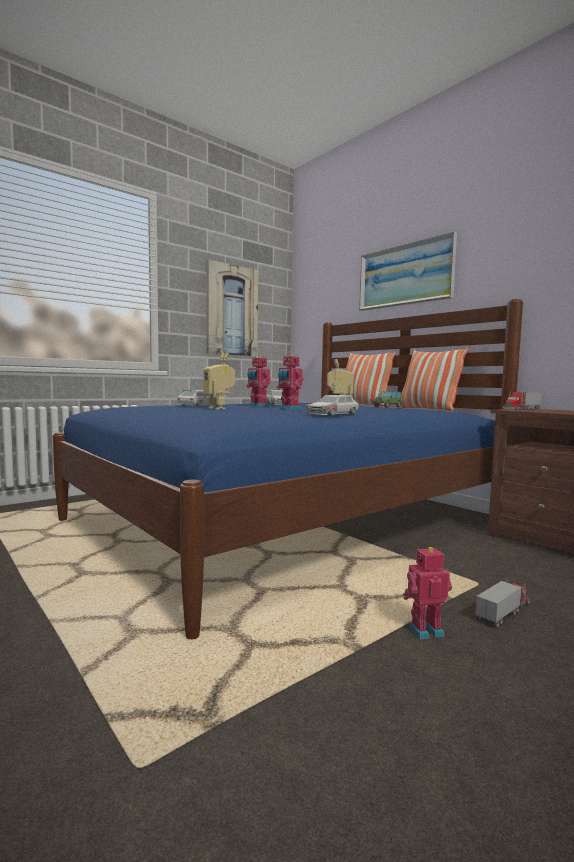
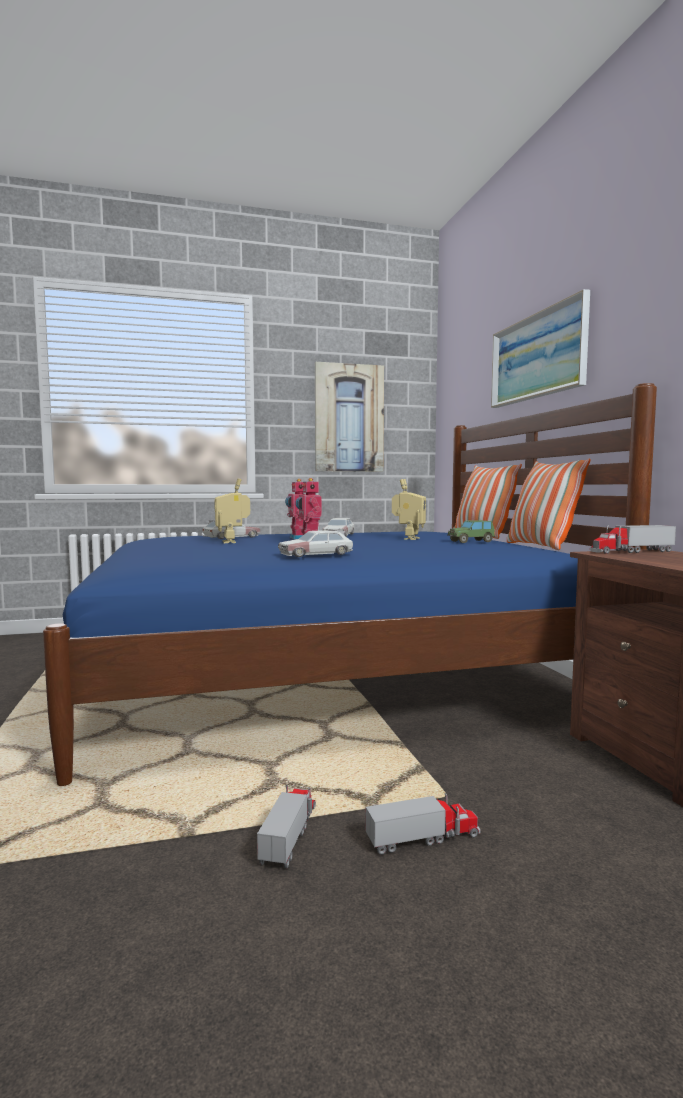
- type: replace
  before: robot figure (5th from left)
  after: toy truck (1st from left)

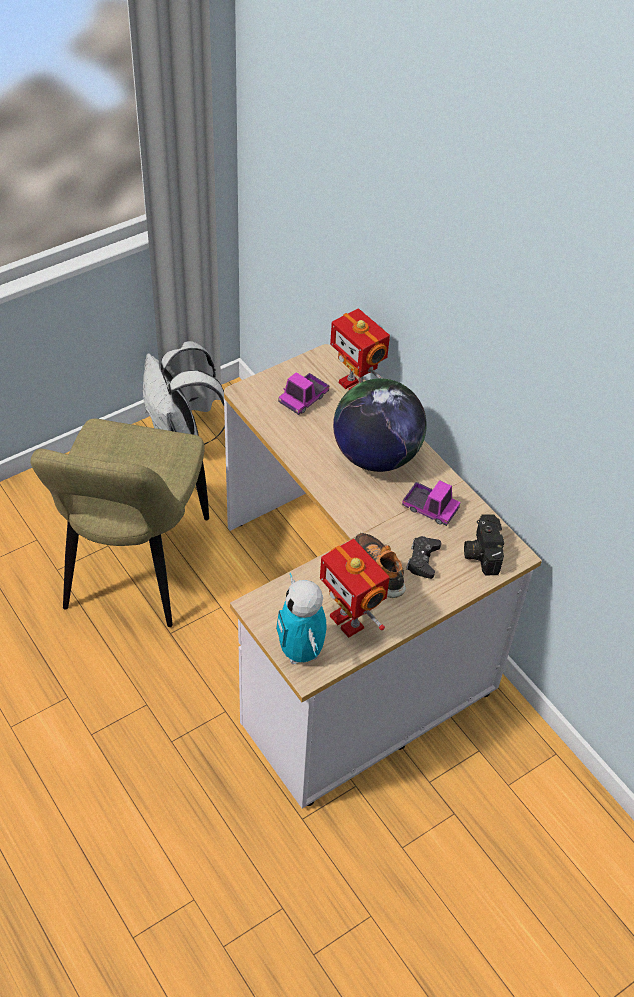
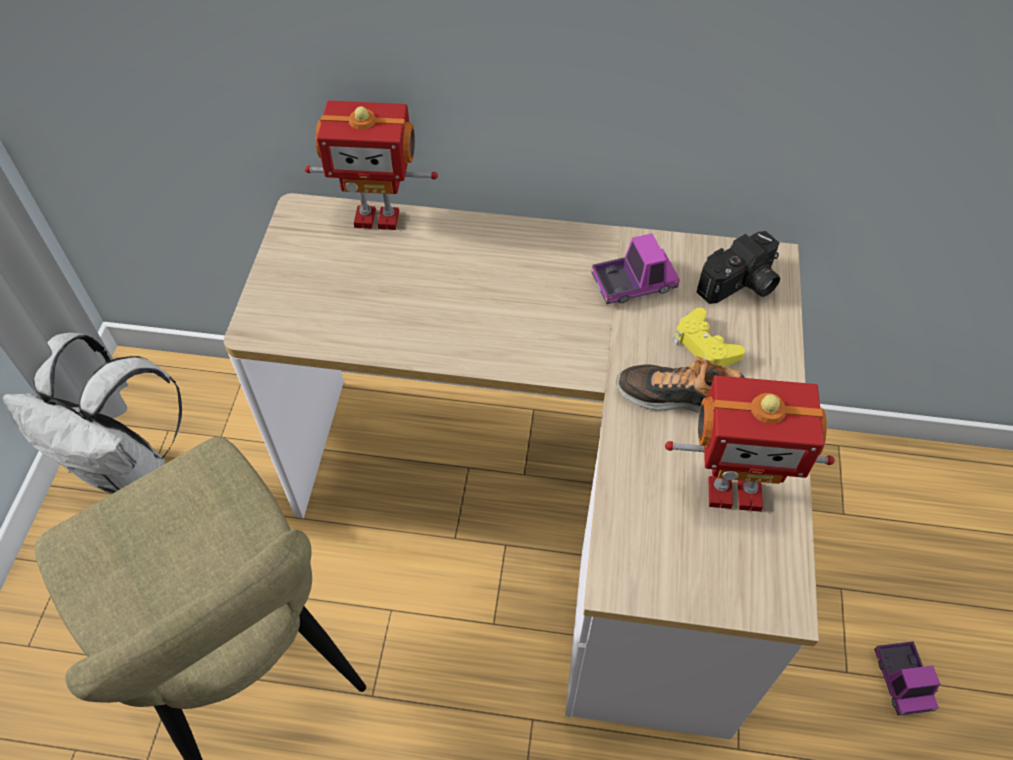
- type: recolor
  before: black gamepad
  after: yellowish gamepad
- type: rotate
  before: still camera
  turn: -75
- type: move
  before: toy truck (1st from left in the first image)
  after: toy truck (2nd from left)
- type: delete
  before: robot figure (1st from left)
- type: delete
  before: world globe

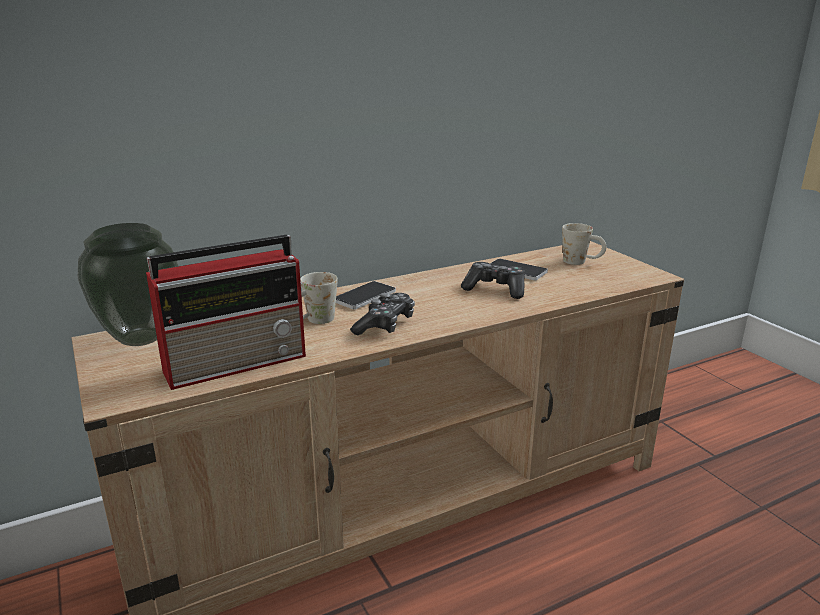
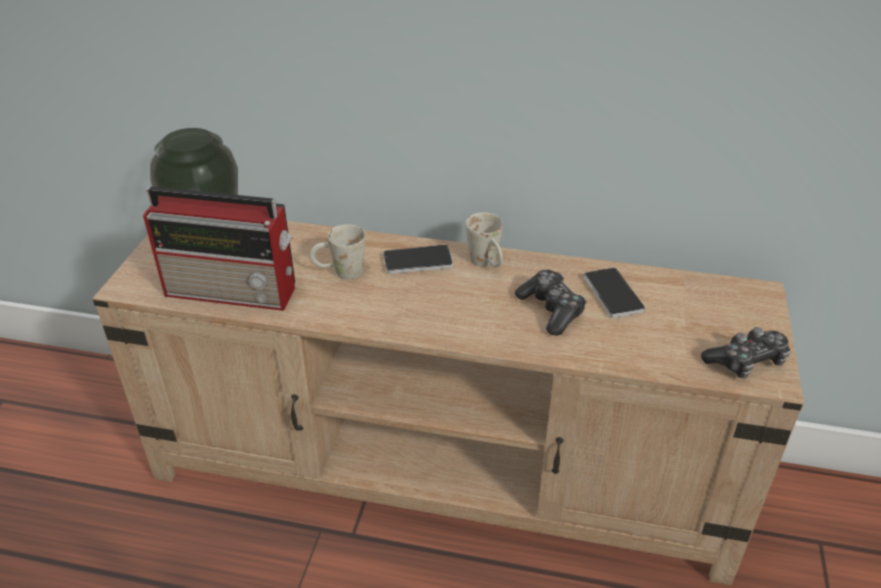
- type: move
  before: white mug (2nd from left)
- type: move
  before: gamepad (1st from left in the first image)
  after: gamepad (2nd from left)

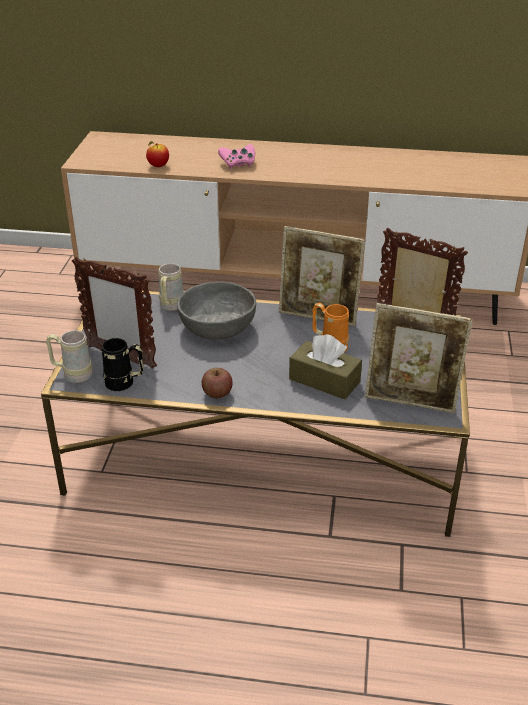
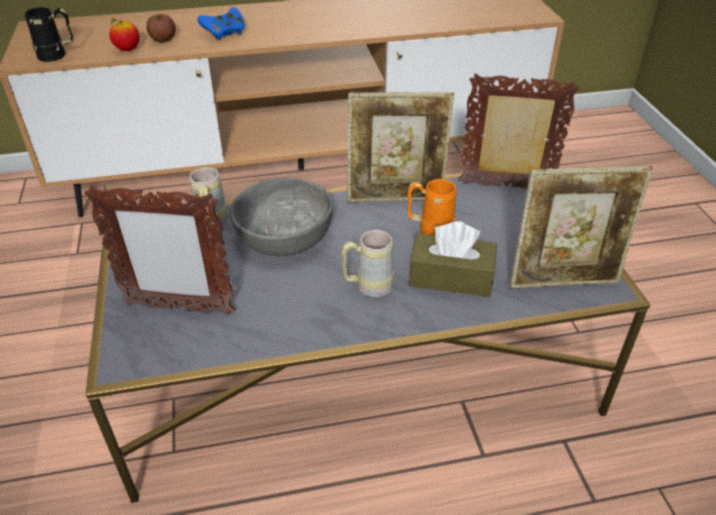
- type: move
  before: black mug
- type: move
  before: apple (2nd from left)
- type: recolor
  before: pinkish gamepad
  after: blue gamepad
- type: move
  before: beige-coloured mug (1st from left in the first image)
  after: beige-coloured mug (2nd from left)

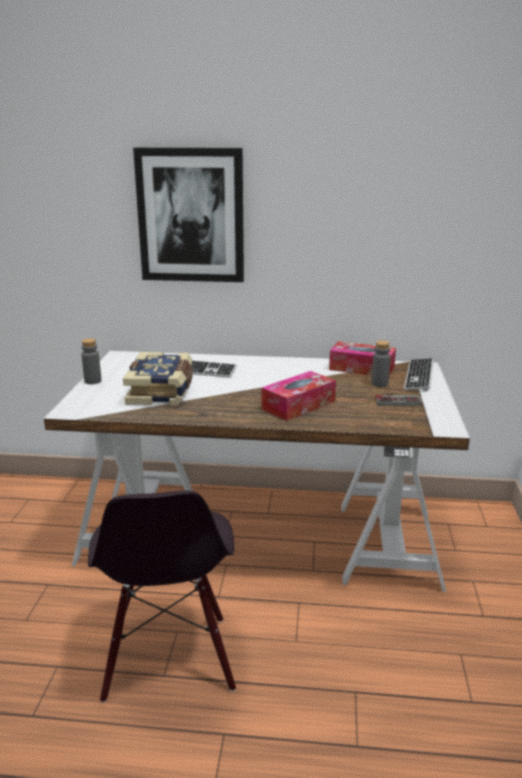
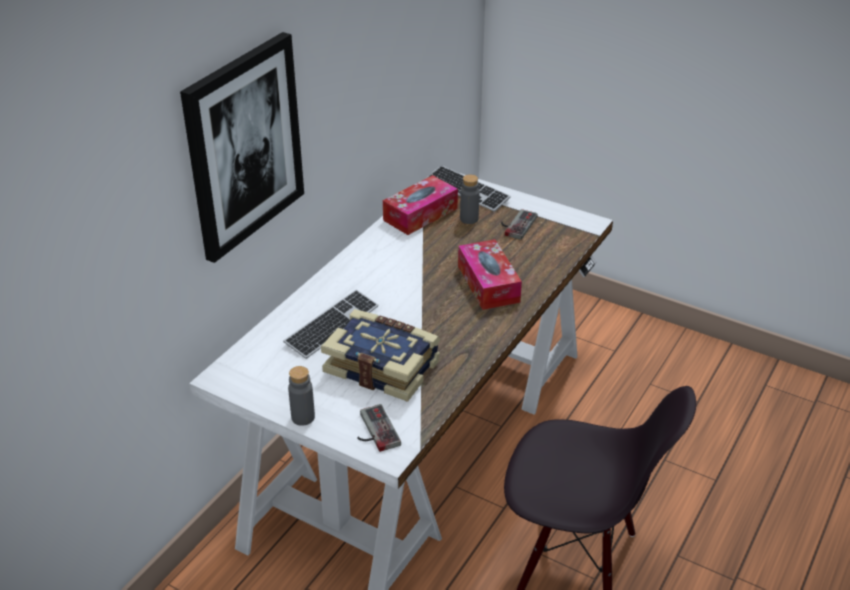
- type: insert
  after: gamepad (1st from left)

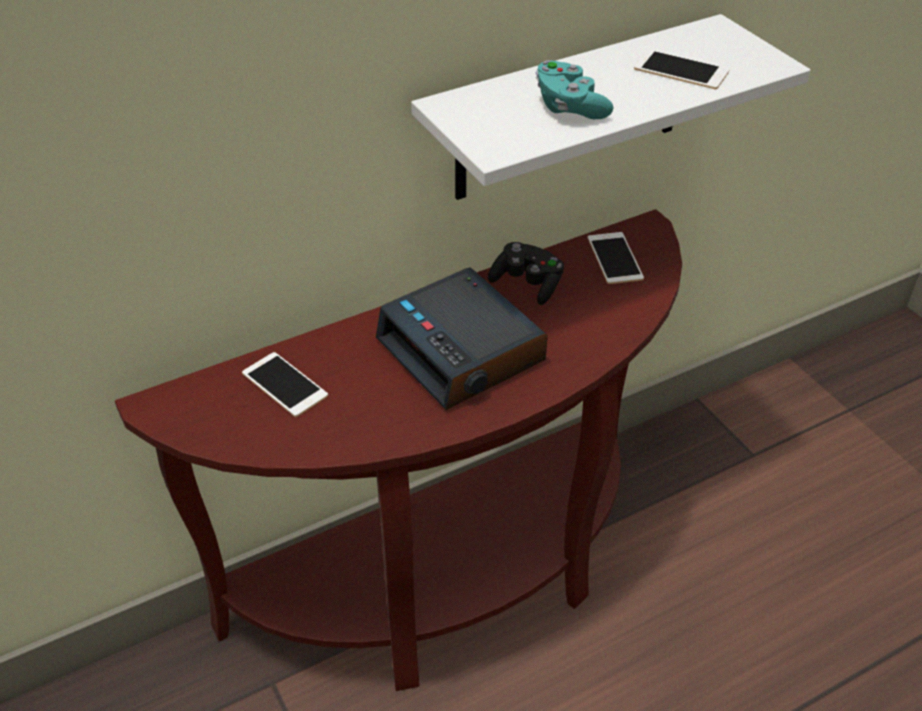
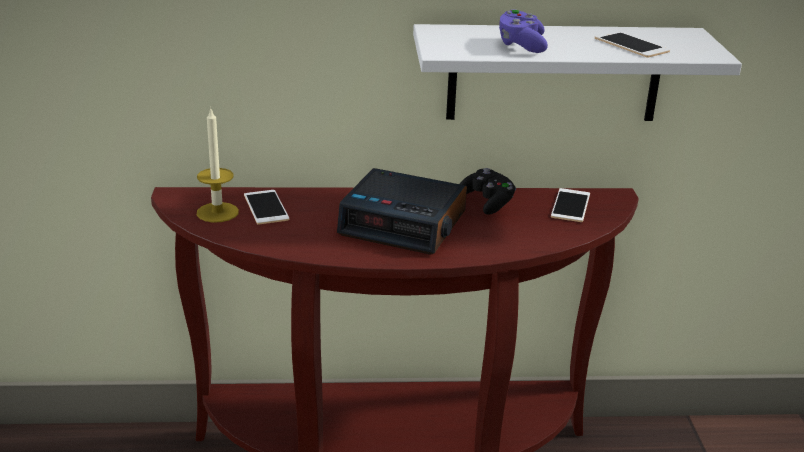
- type: insert
  after: candle
- type: rotate
  before: bedside clock
  turn: -60
- type: recolor
  before: blue-green gamepad
  after: purplish gamepad

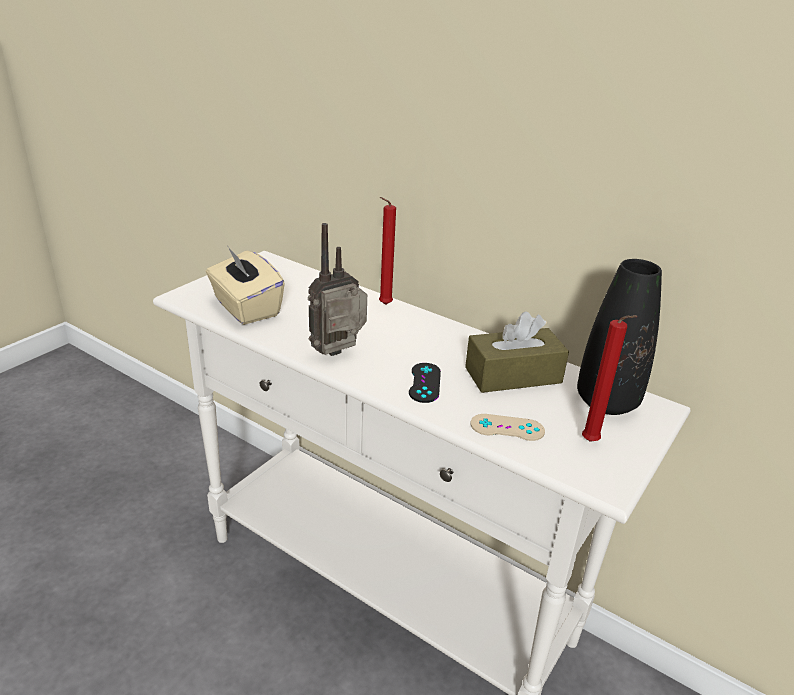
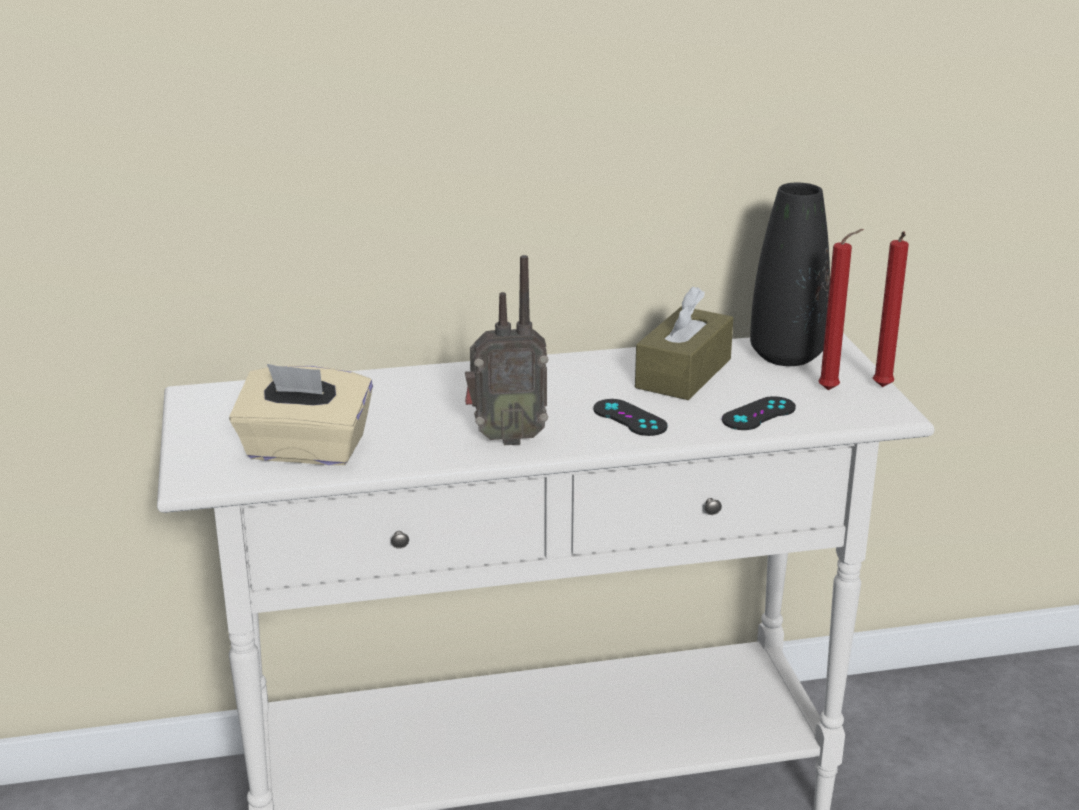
- type: rotate
  before: radio receiver
  turn: -105
- type: recolor
  before: beige-coloured gamepad
  after: black gamepad (2nd from left)
- type: move
  before: reddish candle (1st from left in the first image)
  after: reddish candle (2nd from left)

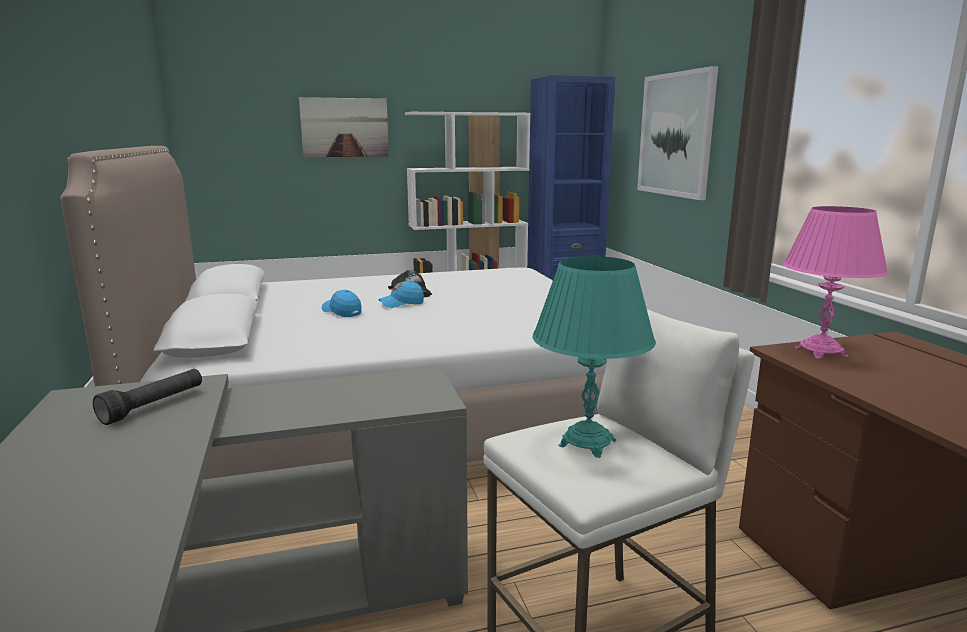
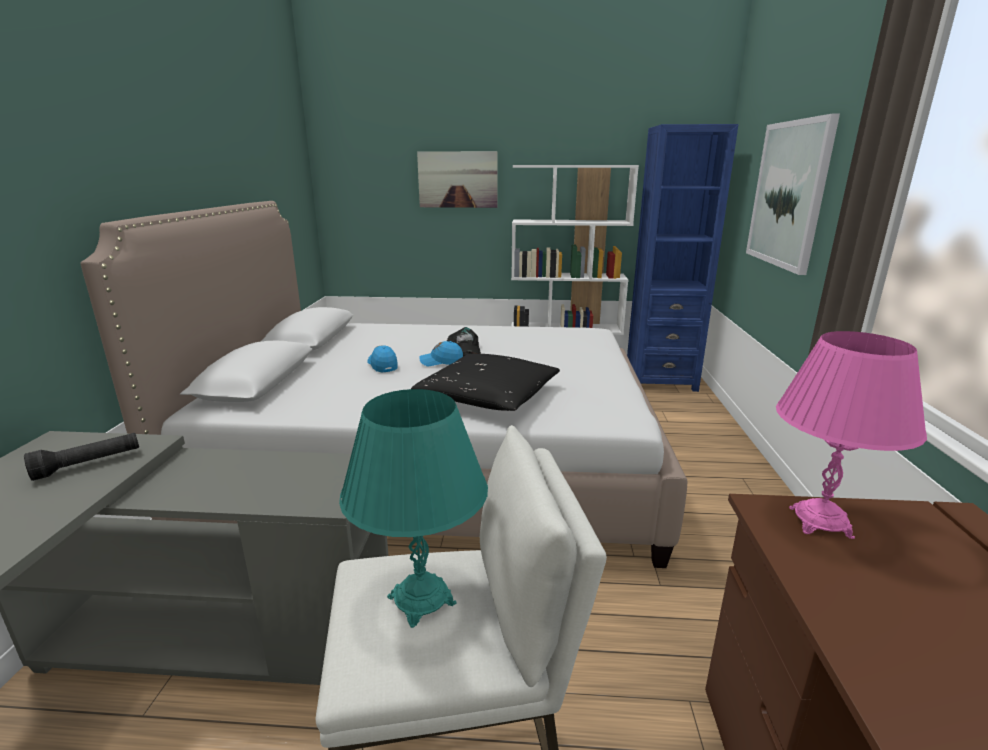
- type: insert
  after: black pillow

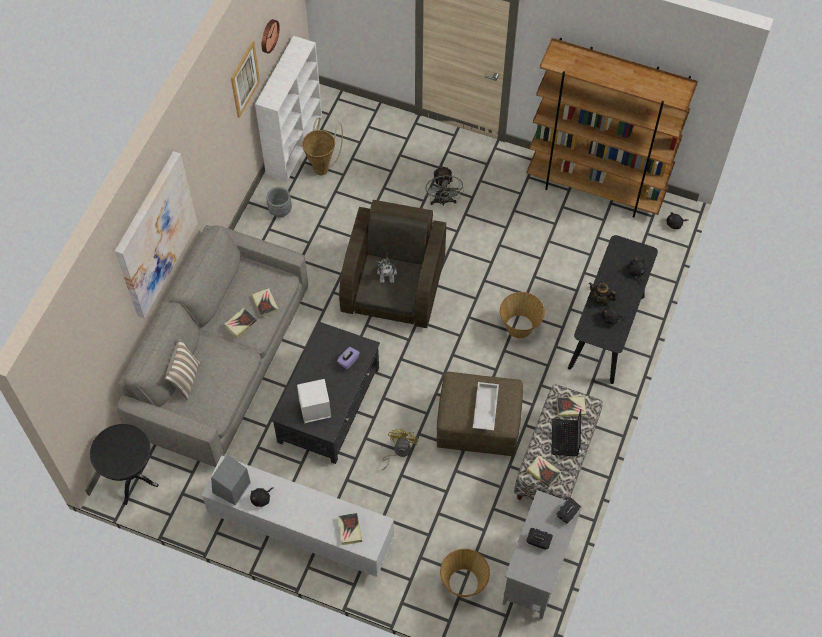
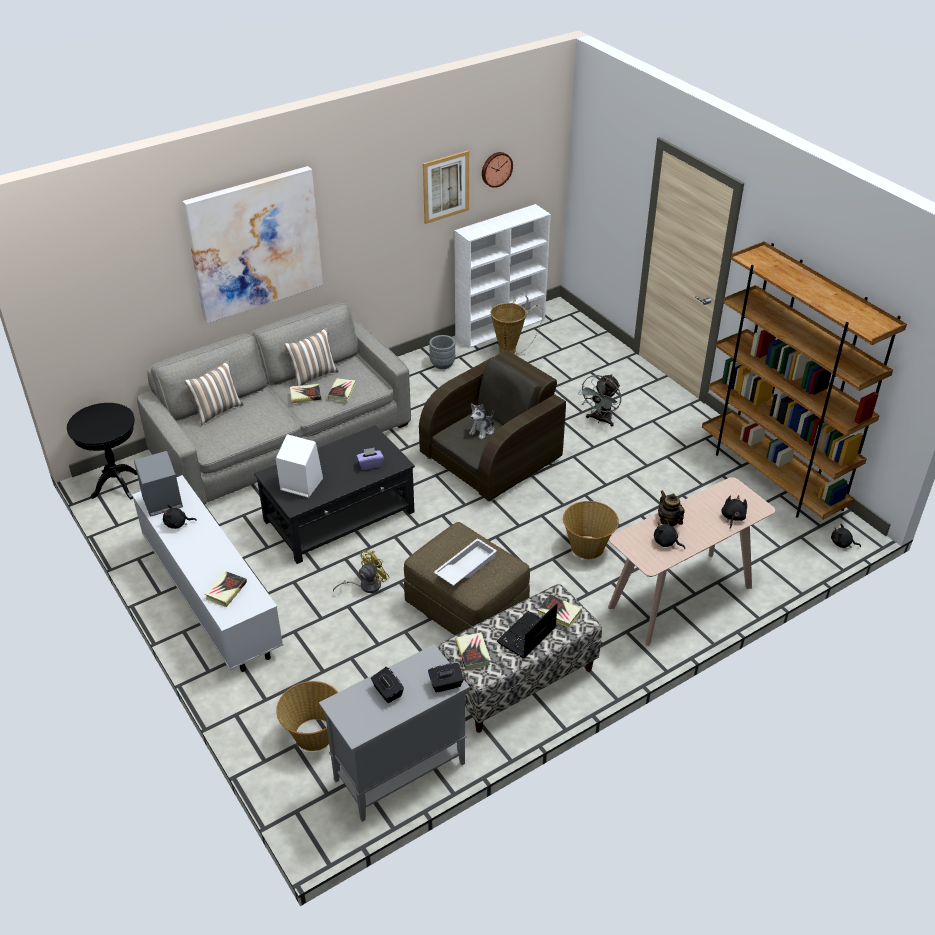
- type: insert
  after: pillow (2nd from left)
- type: recolor
  before: black narrow table
  after: beige-coloured narrow table

